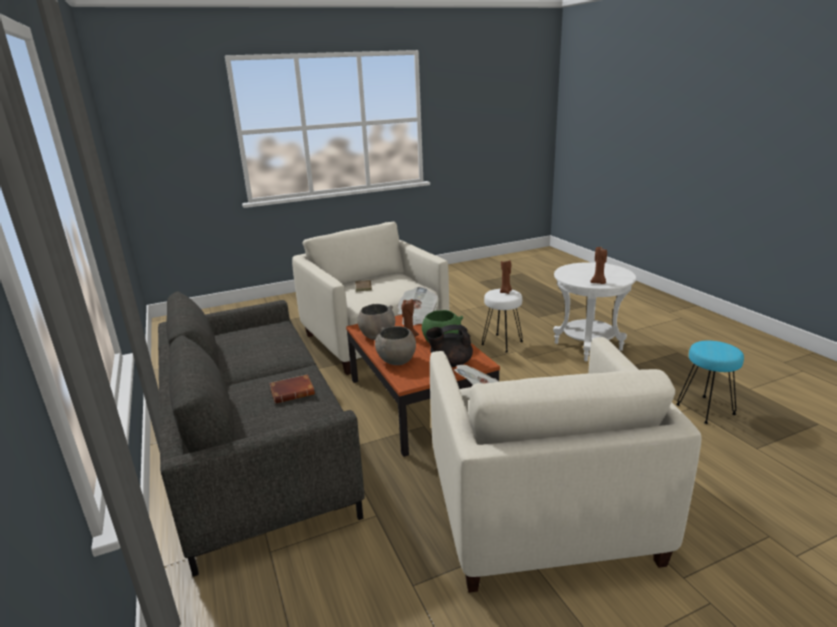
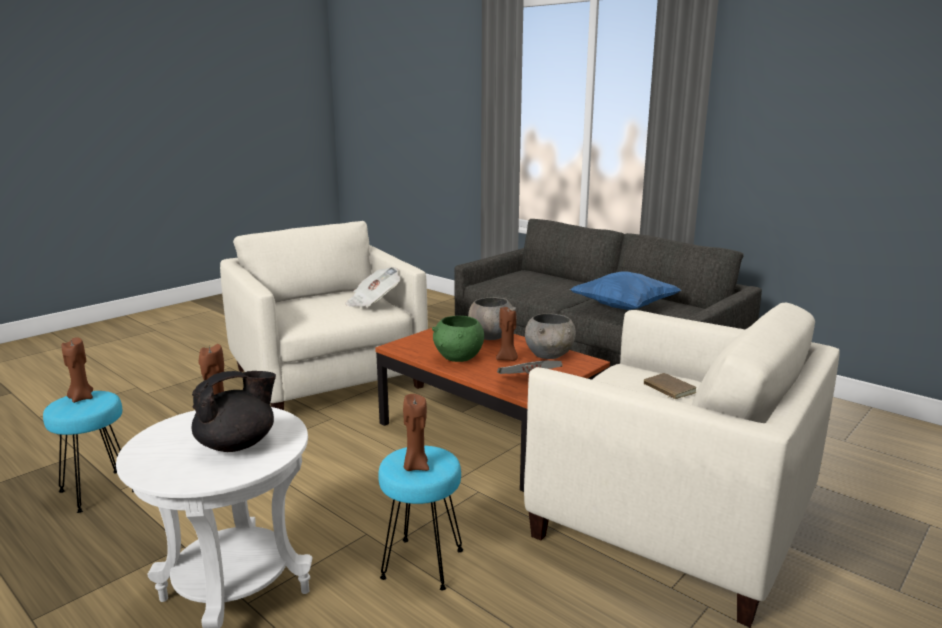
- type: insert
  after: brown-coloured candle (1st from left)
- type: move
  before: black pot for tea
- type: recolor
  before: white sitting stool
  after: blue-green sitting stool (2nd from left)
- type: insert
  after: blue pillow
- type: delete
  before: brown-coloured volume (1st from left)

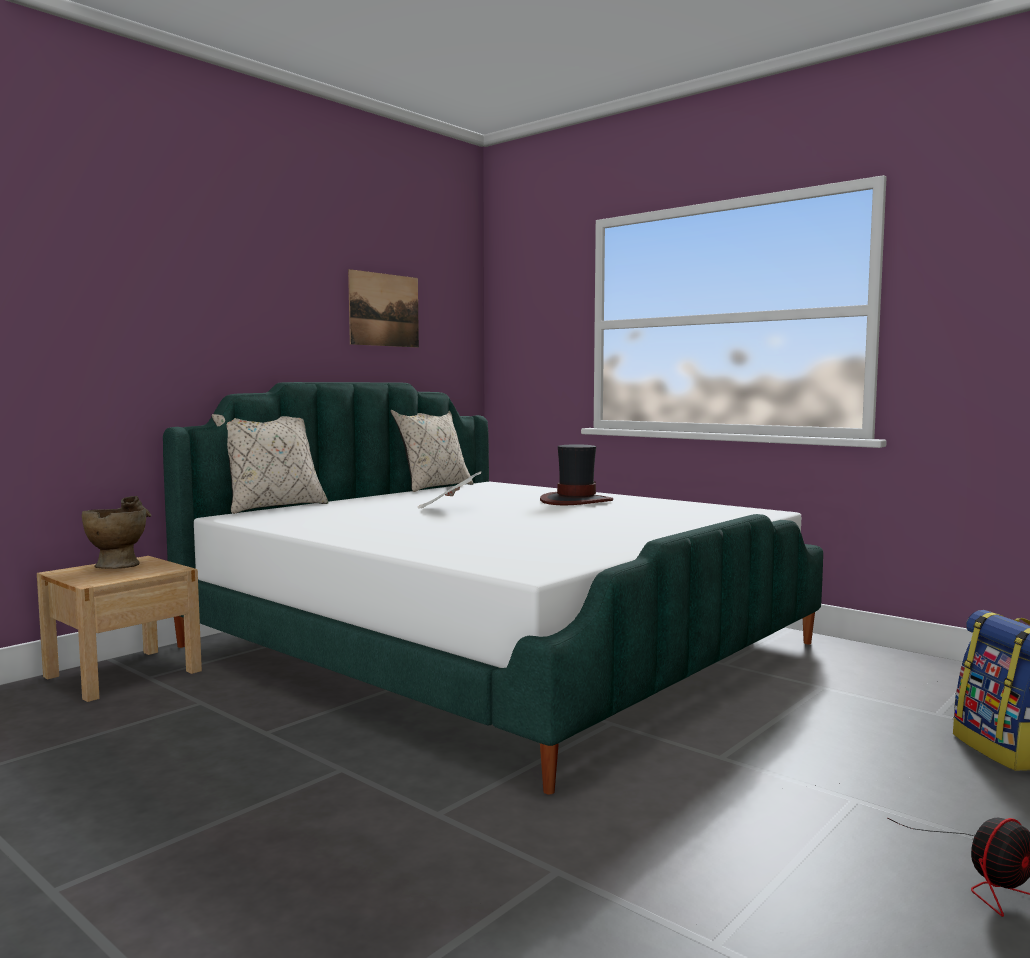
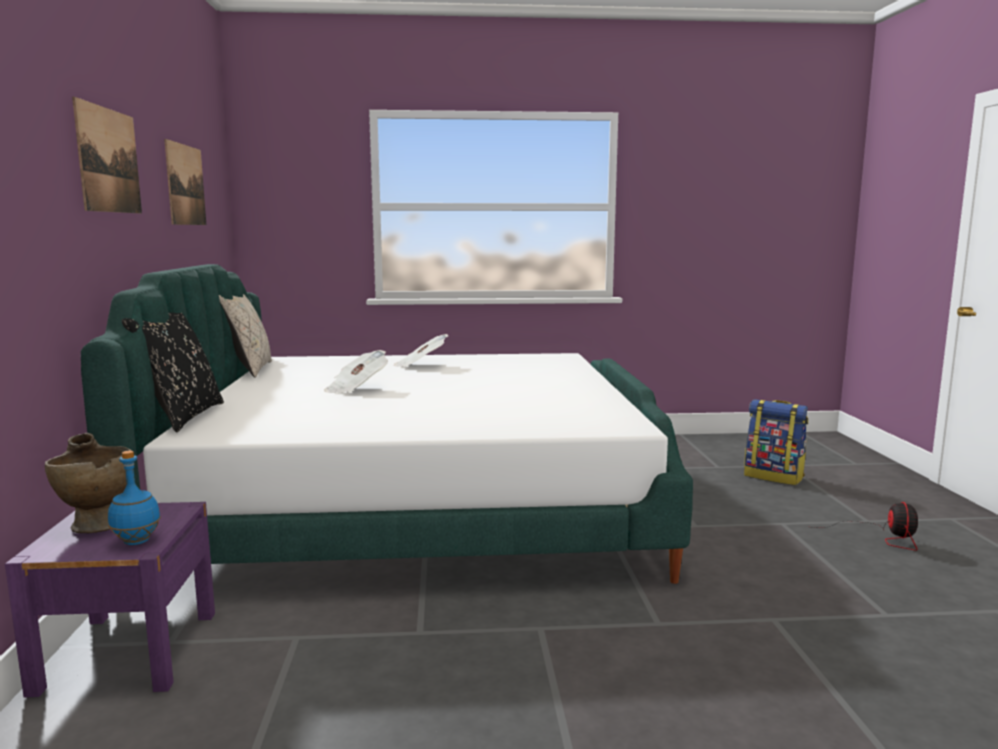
- type: recolor
  before: beige-coloured nightstand
  after: purplish nightstand
- type: insert
  after: picture (1st from left)
- type: insert
  after: blue beverage bottle
- type: recolor
  before: beige-coloured pillow (1st from left)
  after: black pillow
- type: replace
  before: clothing hat
  after: daily paper (2nd from left)

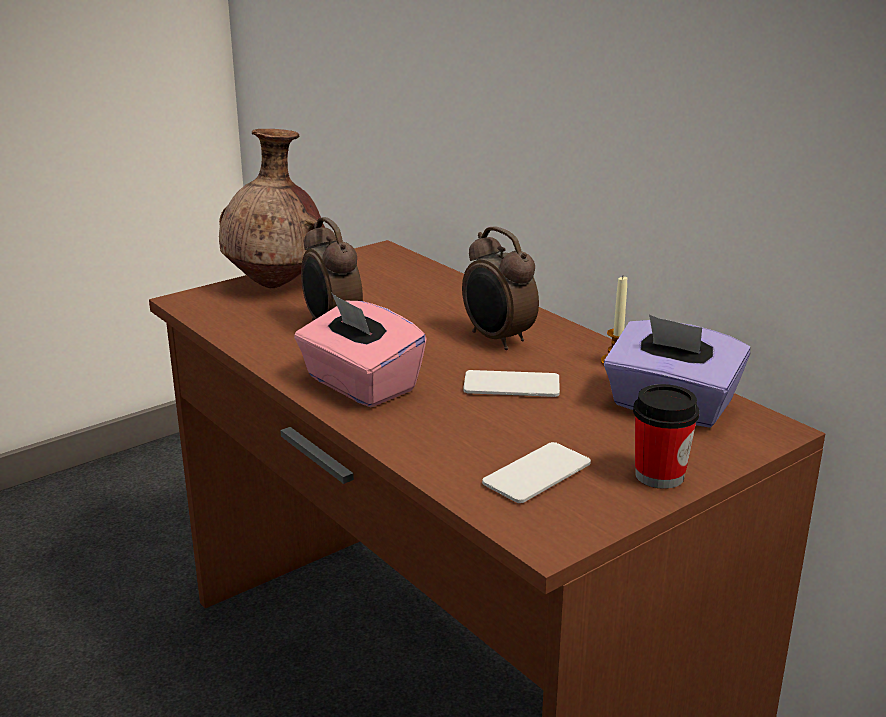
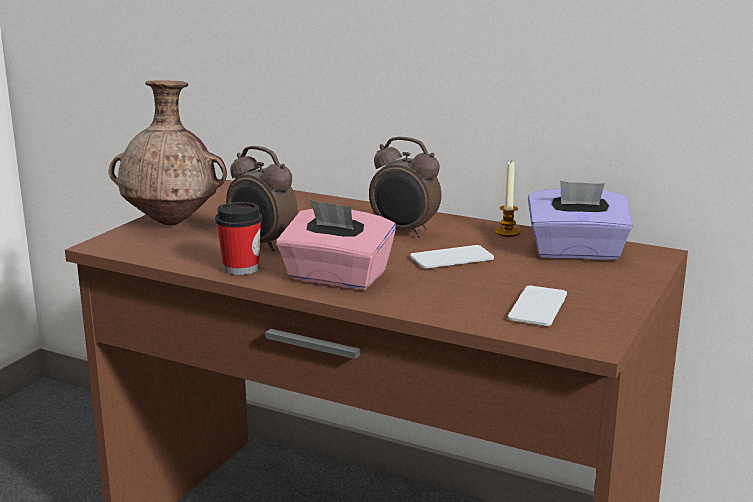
- type: move
  before: small cup

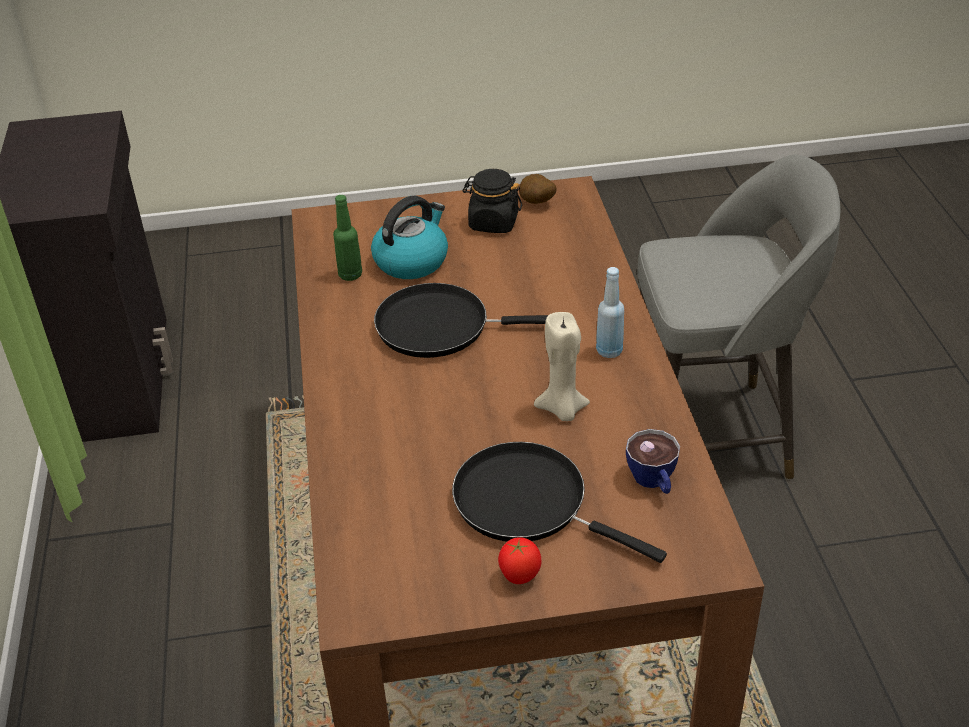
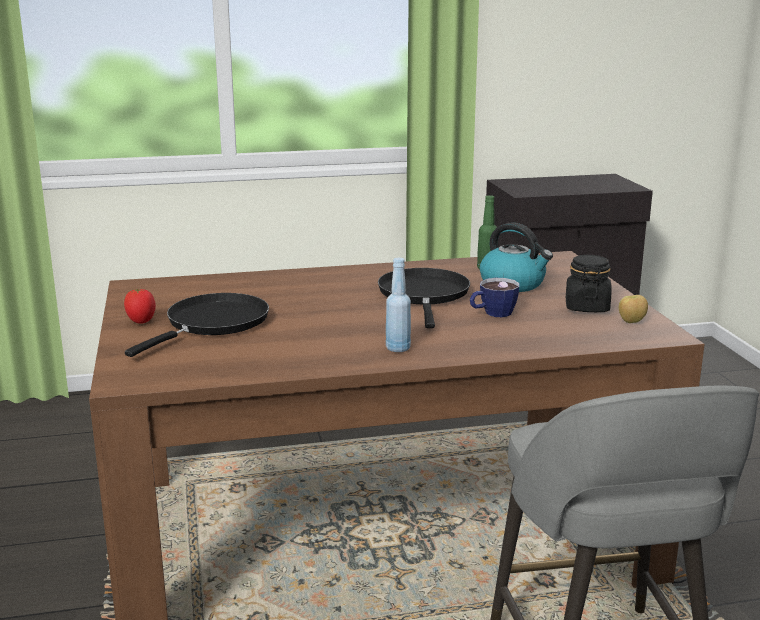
- type: move
  before: small cup
- type: replace
  before: potato
  after: apple
- type: delete
  before: beige-coloured candle

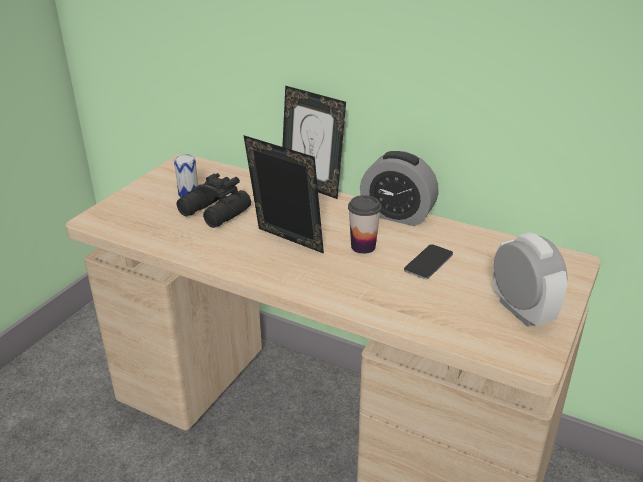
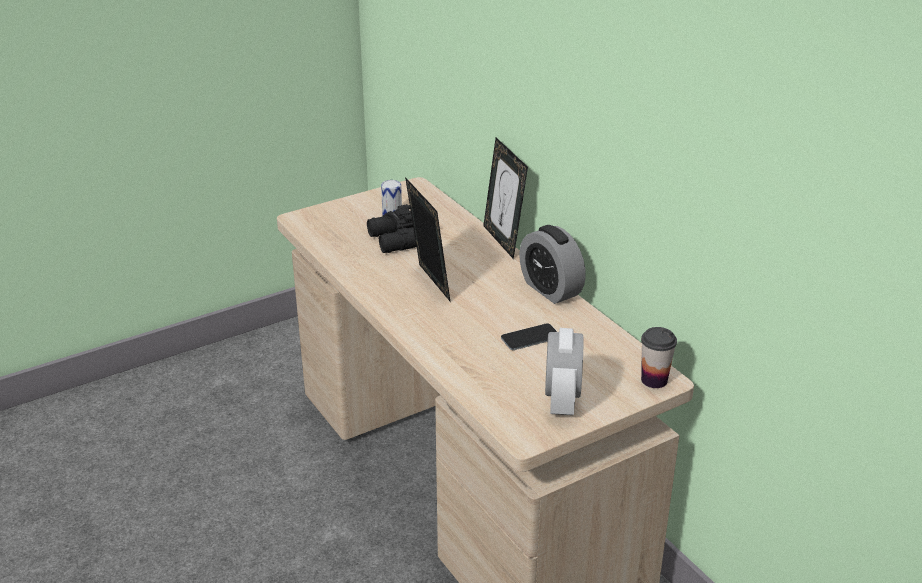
- type: move
  before: small cup

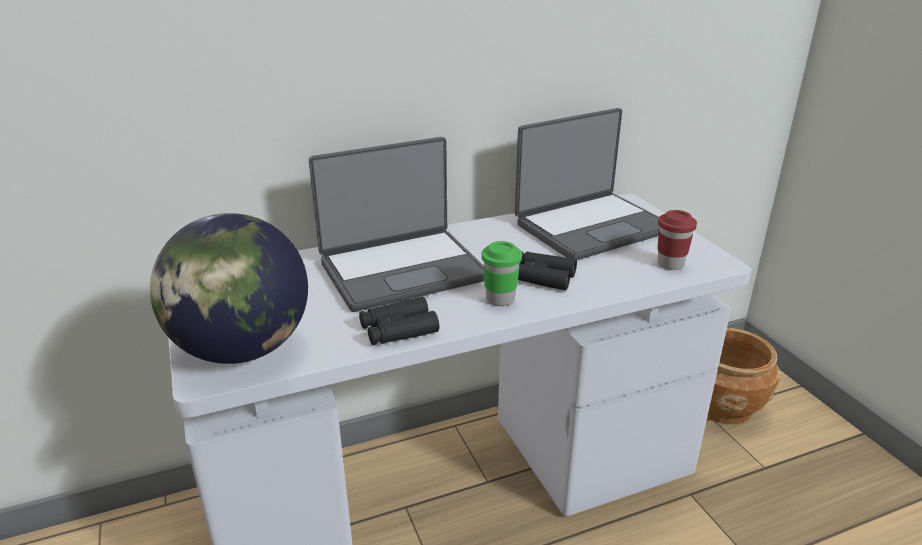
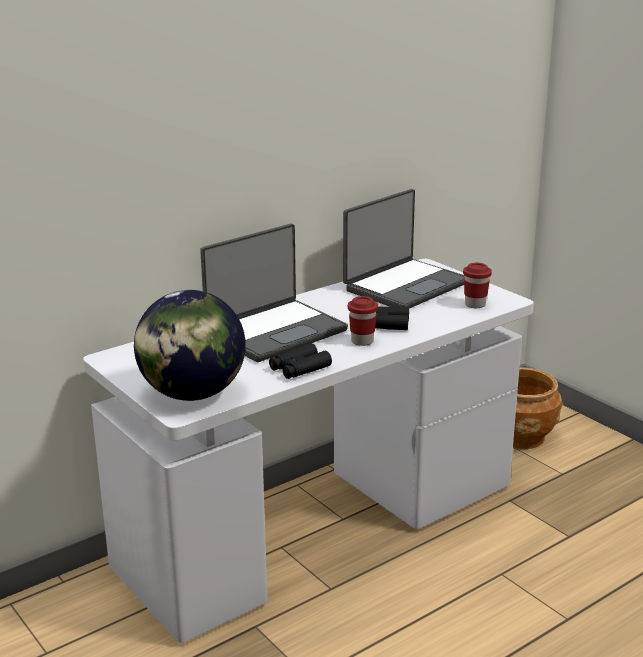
- type: recolor
  before: green small cup
  after: reddish small cup (1st from left)

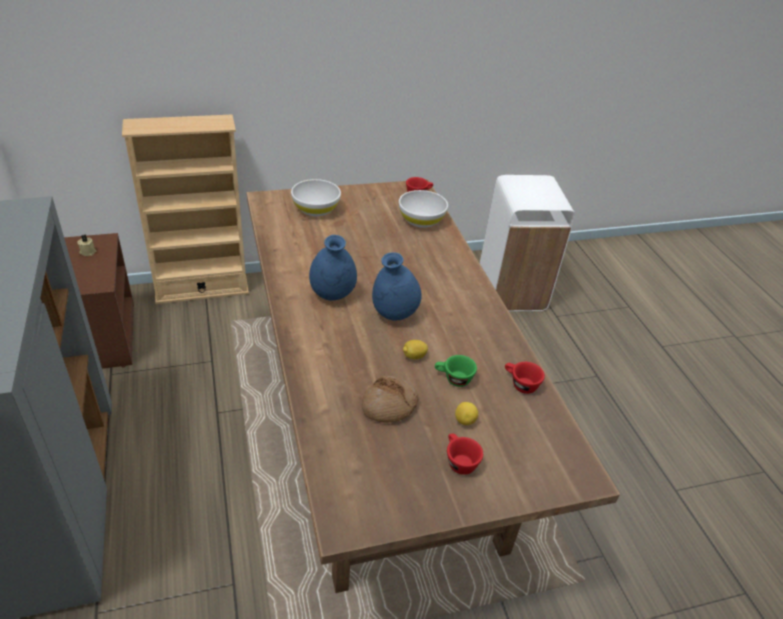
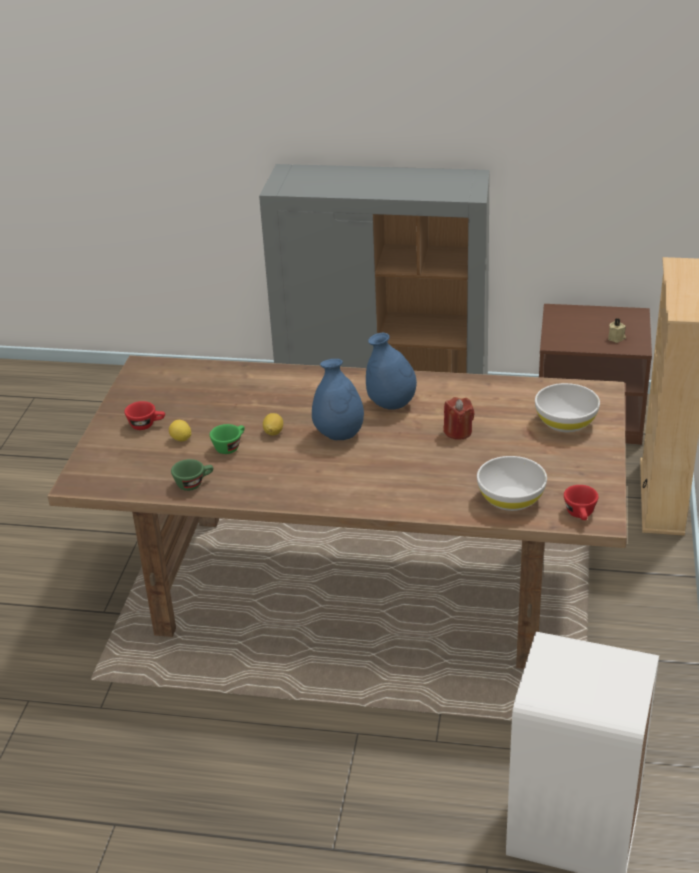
- type: recolor
  before: reddish small cup (3rd from left)
  after: green small cup (1st from left)
- type: insert
  after: reddish candle
- type: delete
  before: bakery bread

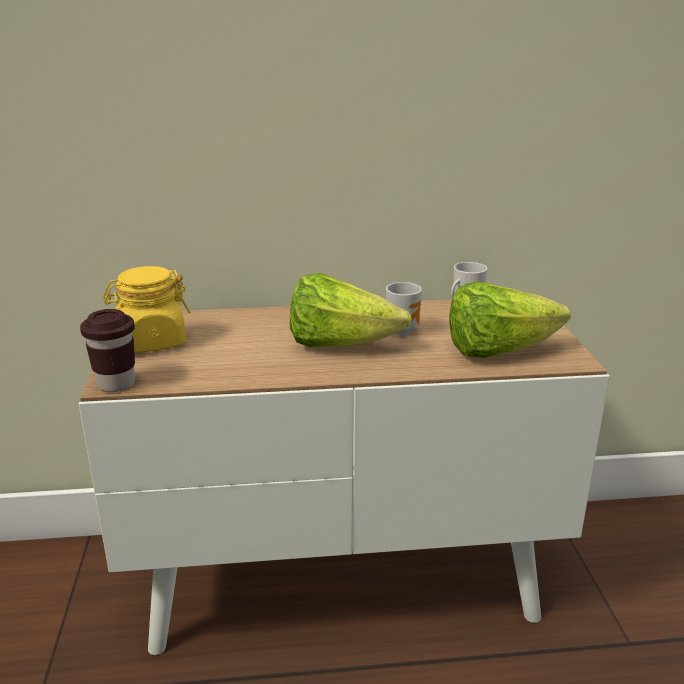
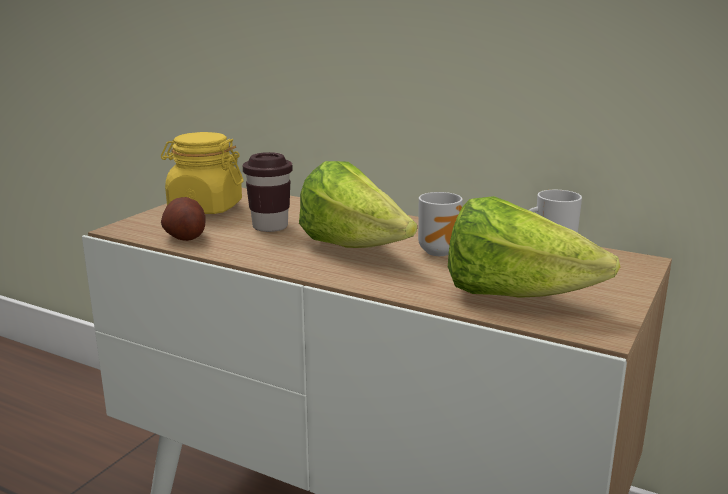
- type: insert
  after: potato
- type: move
  before: brown-coloured small cup

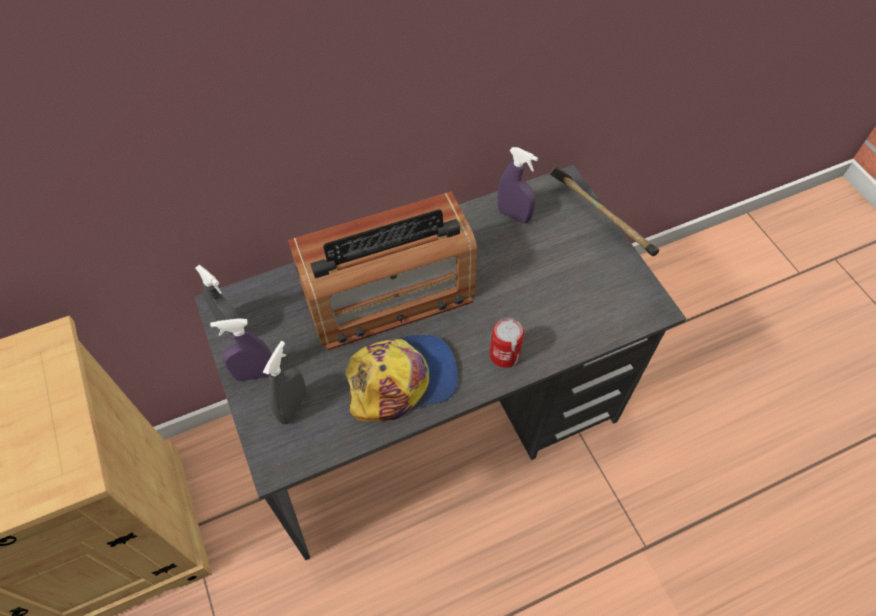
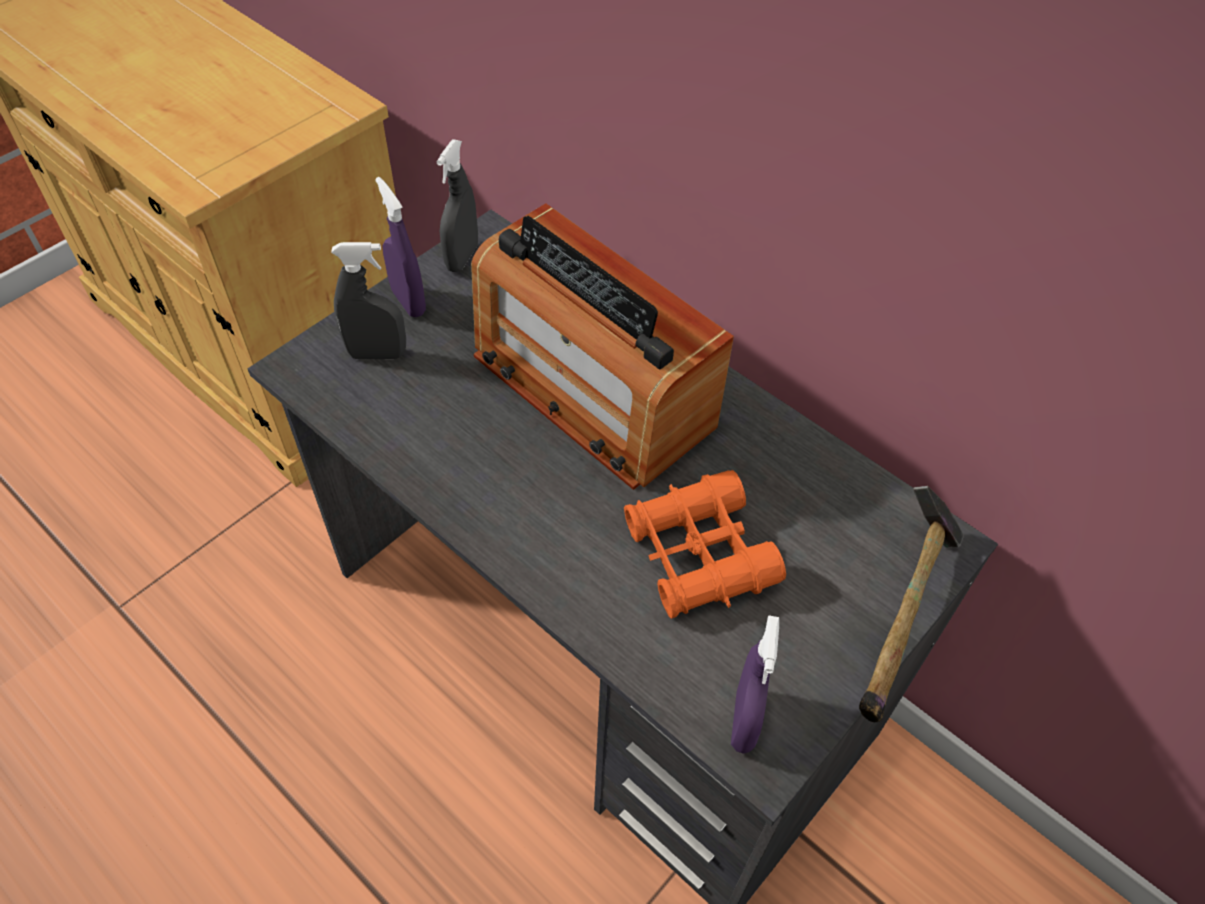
- type: insert
  after: orangey pair of binoculars
- type: move
  before: purplish sprayer (2nd from left)
- type: delete
  before: baseball cap
- type: delete
  before: metal can

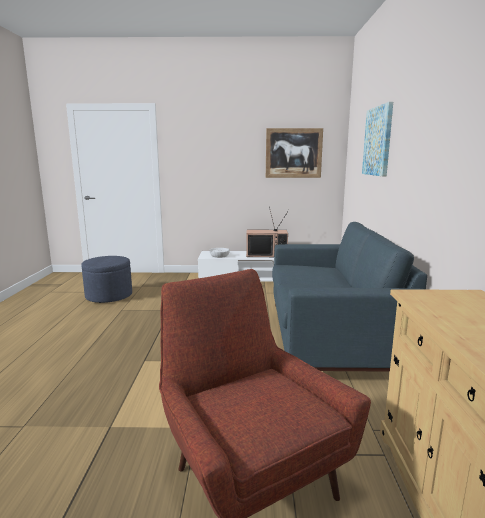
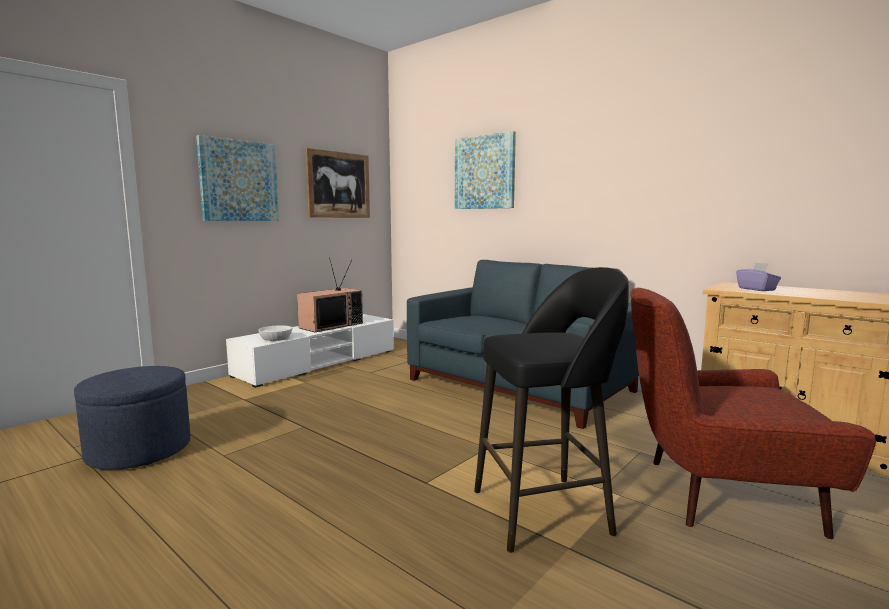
- type: insert
  after: picture (1st from left)
- type: insert
  after: black sitting stool
- type: insert
  after: purplish tissue holder

